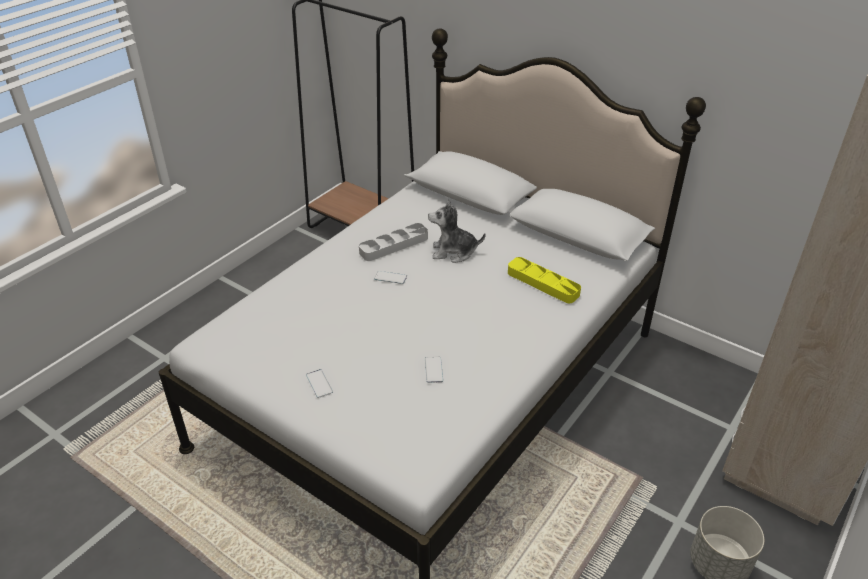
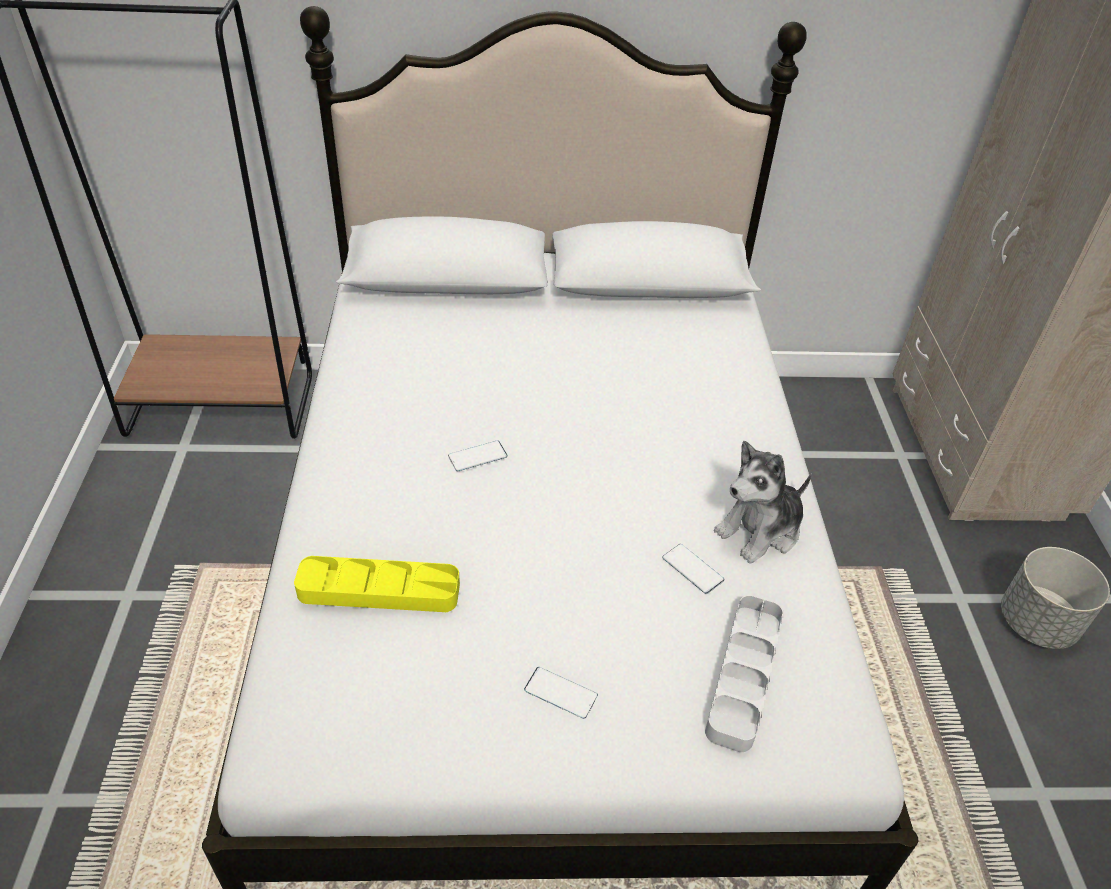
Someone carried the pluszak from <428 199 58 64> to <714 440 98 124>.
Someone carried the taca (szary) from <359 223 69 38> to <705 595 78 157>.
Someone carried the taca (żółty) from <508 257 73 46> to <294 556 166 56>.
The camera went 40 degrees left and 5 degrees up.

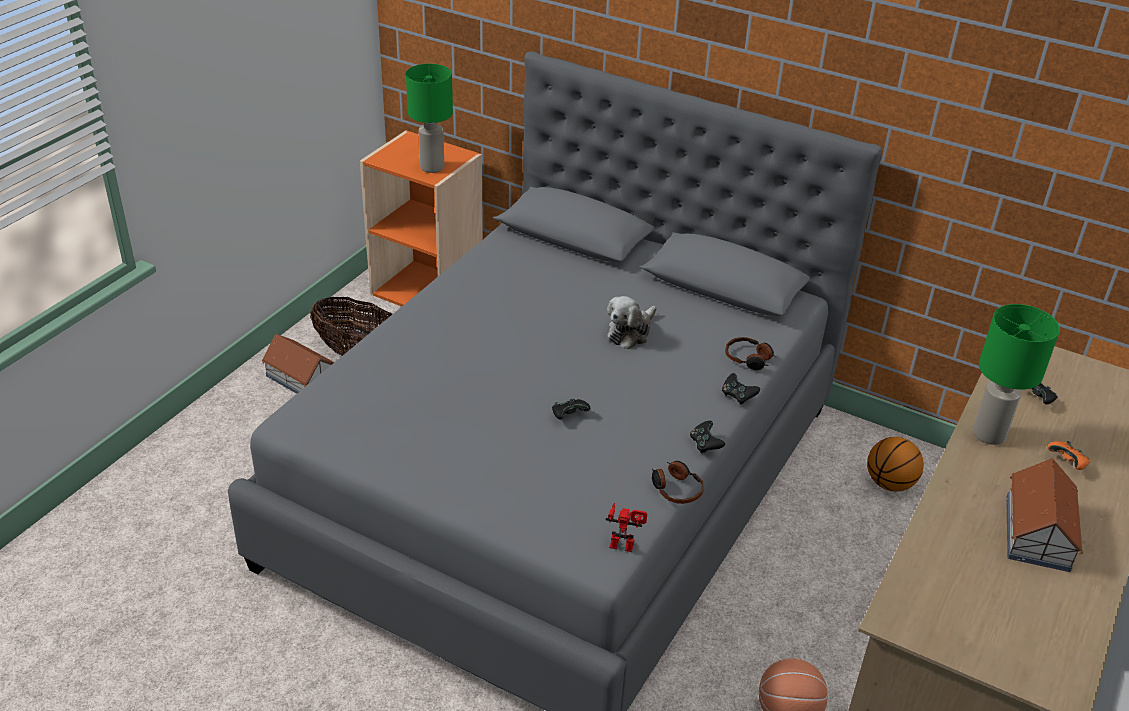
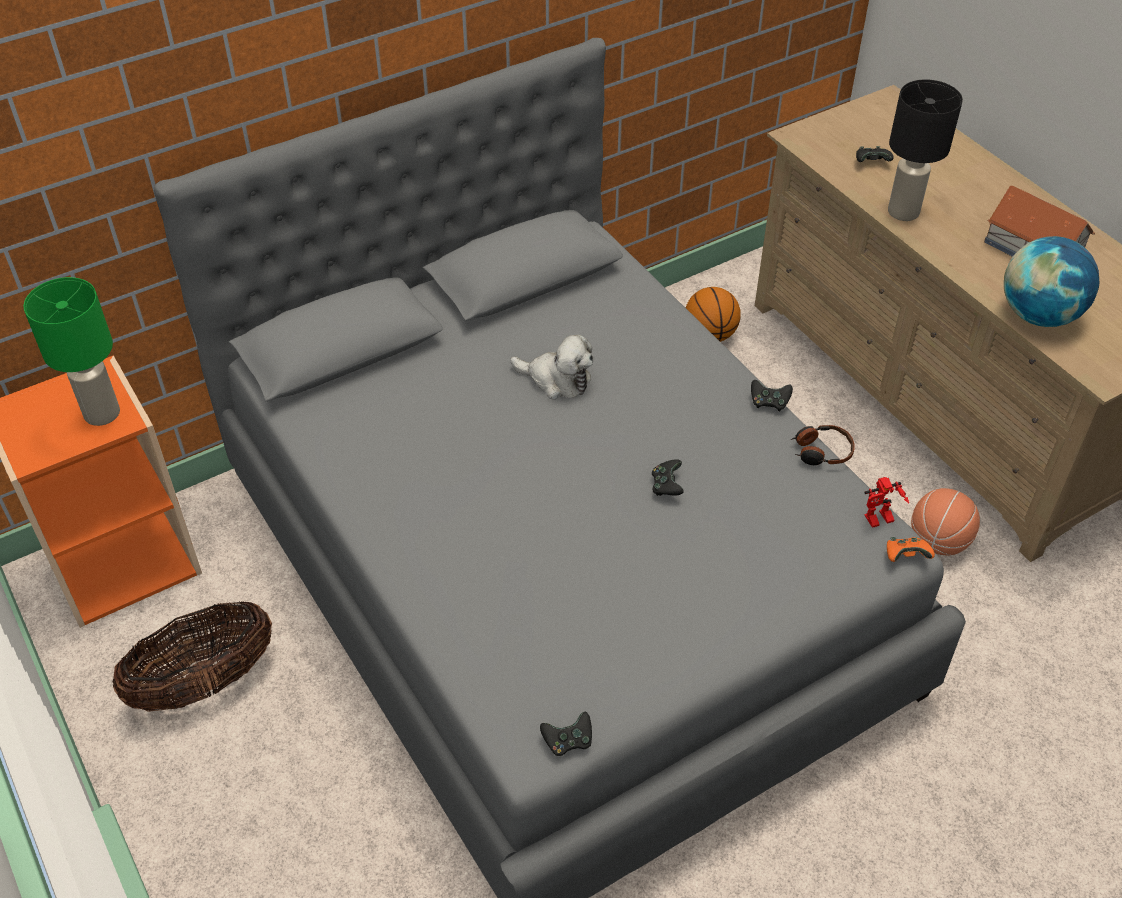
Someone rotated the pluszak at <607 296 50 53> by 45 degrees counterclockwise.
Someone repainted the lampa stołowa (zielony) at <973 304 87 141>, which became the lampa stołowa (czarny) at <888 79 75 142>.
Someone took away the domek at <262 334 72 60>.
Someone took away the słuchawki at <725 337 51 33>.
Someone carried the pad do gier (czarny) from <722 373 38 32> to <540 712 52 44>.
Someone carried the pad do gier (pomarańczowy) from <1047 441 43 29> to <887 537 48 25>.
Someone rotated the robot zabawkowy at <606 503 41 49> by 150 degrees counterclockwise.
Someone put down the globus at <1004 236 96 91>.
The camera went 60 degrees left and 10 degrees up.

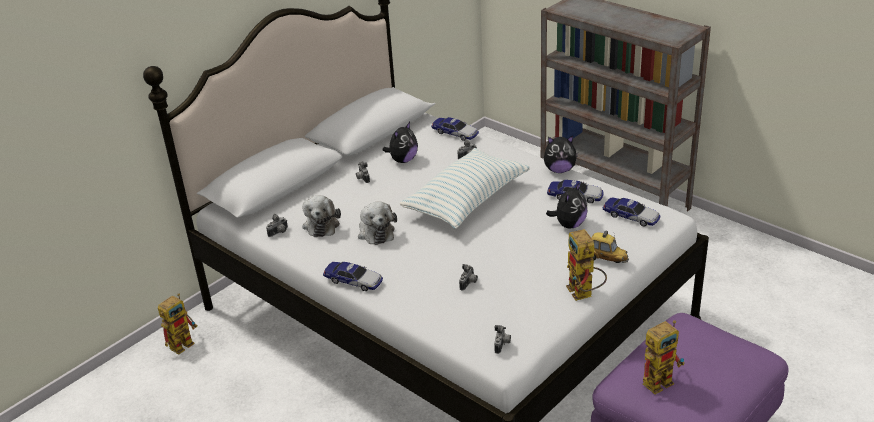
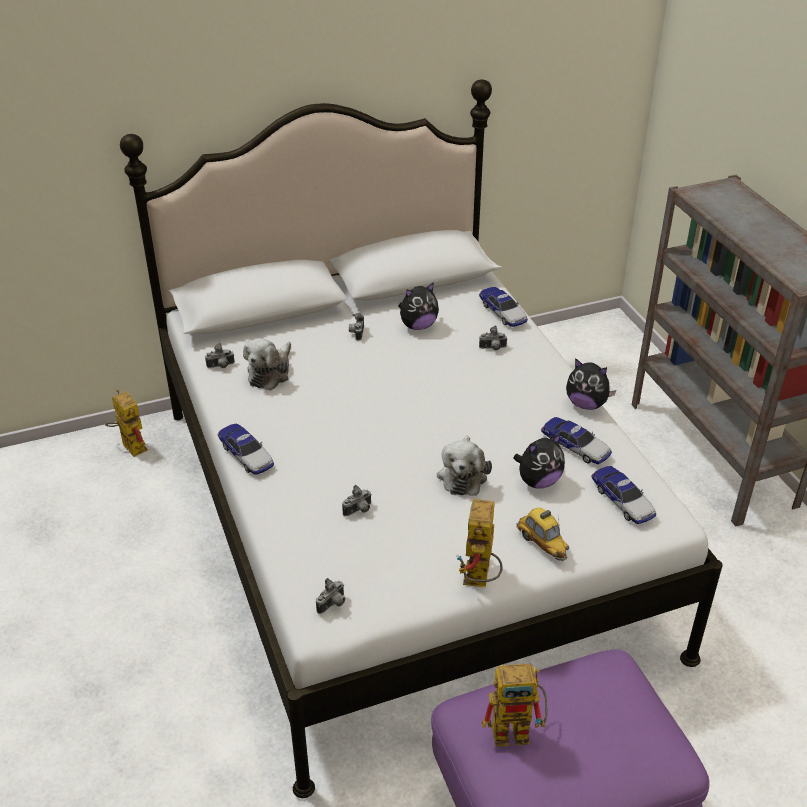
Someone took away the poduszka at <400 148 130 81>.
Someone carried the pluszak from <358 201 39 44> to <437 436 55 60>.
Someone rotated the robot zabawkowy at <158 293 39 62> by 105 degrees counterclockwise.
The camera went 25 degrees right and 5 degrees up.

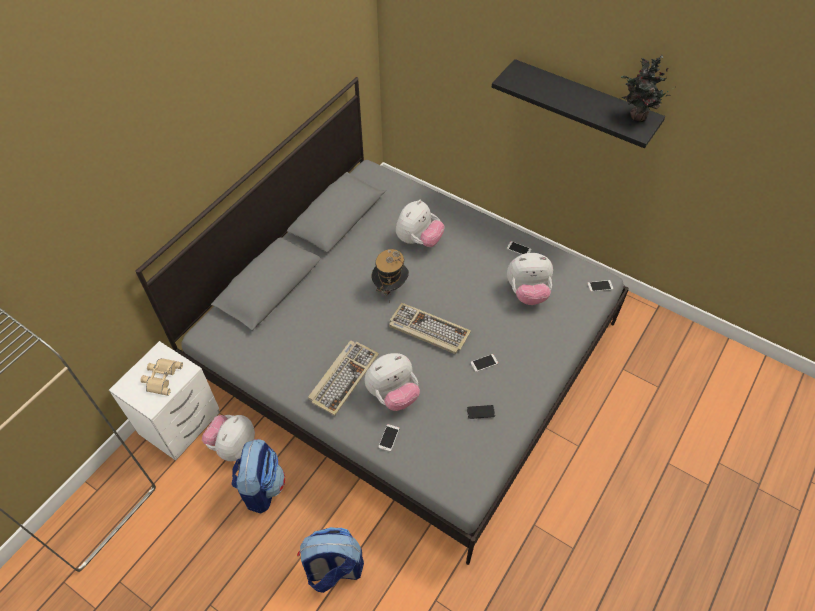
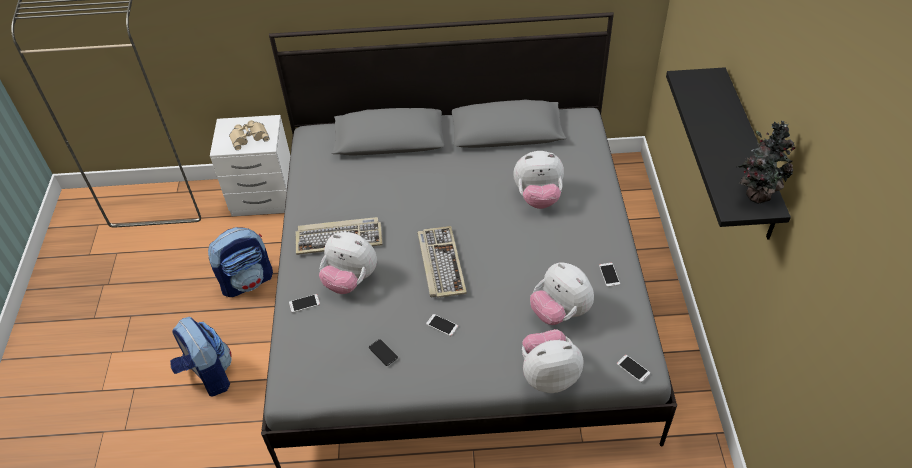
Someone took away the kapelusz at <371 249 38 47>.
Someone carried the pluszak from <202 415 53 46> to <522 329 61 64>.
The camera went 55 degrees right and 5 degrees down.

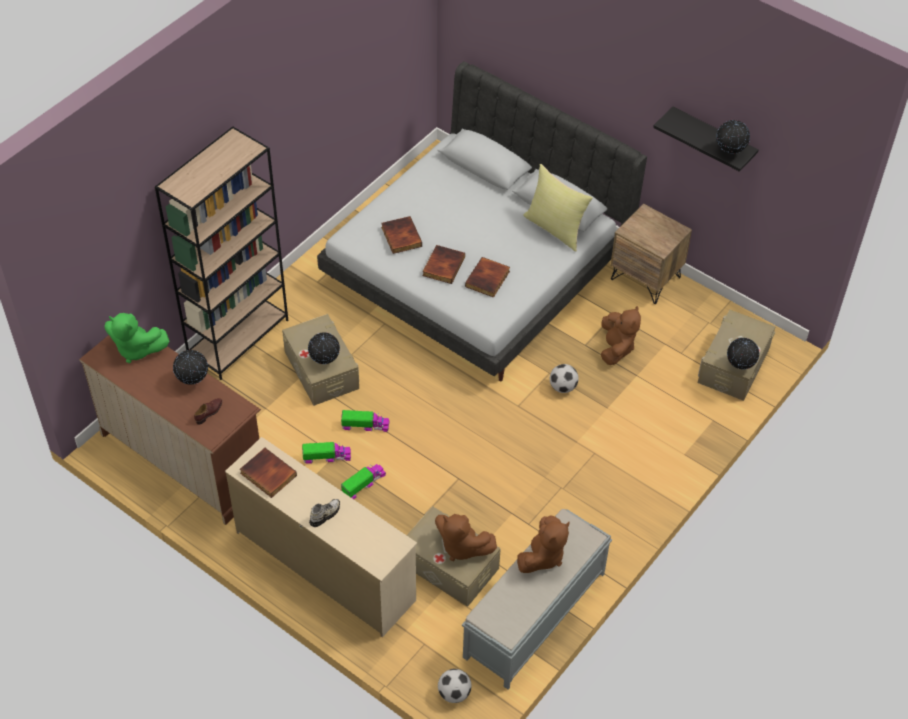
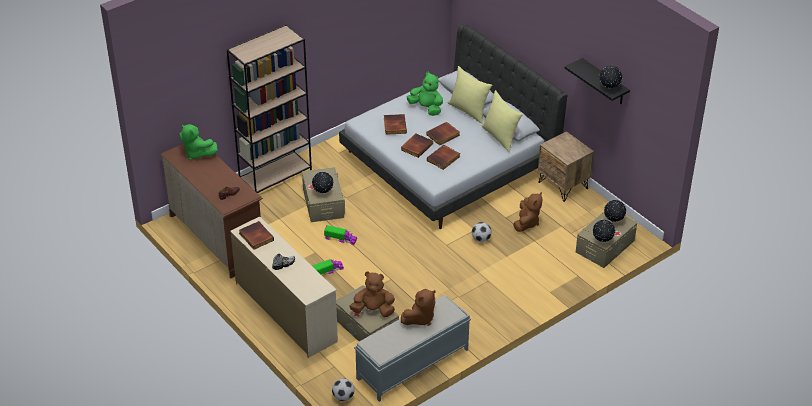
Someone carried the globus from <173 350 35 35> to <604 200 22 22>.
Someone took away the ciężarówka zabawkowa at <302 442 49 22>.
Someone rotated the pluszak (brązowy) at <435 514 62 47> by 135 degrees clockwise.
Someone put down the poduszka (żółty) at <447 66 45 58>.
Someone put down the pluszak (zielony) at <407 71 36 45>.
Someone put down the książka at <426 122 34 23>.
The camera went 15 degrees right and 10 degrees down.

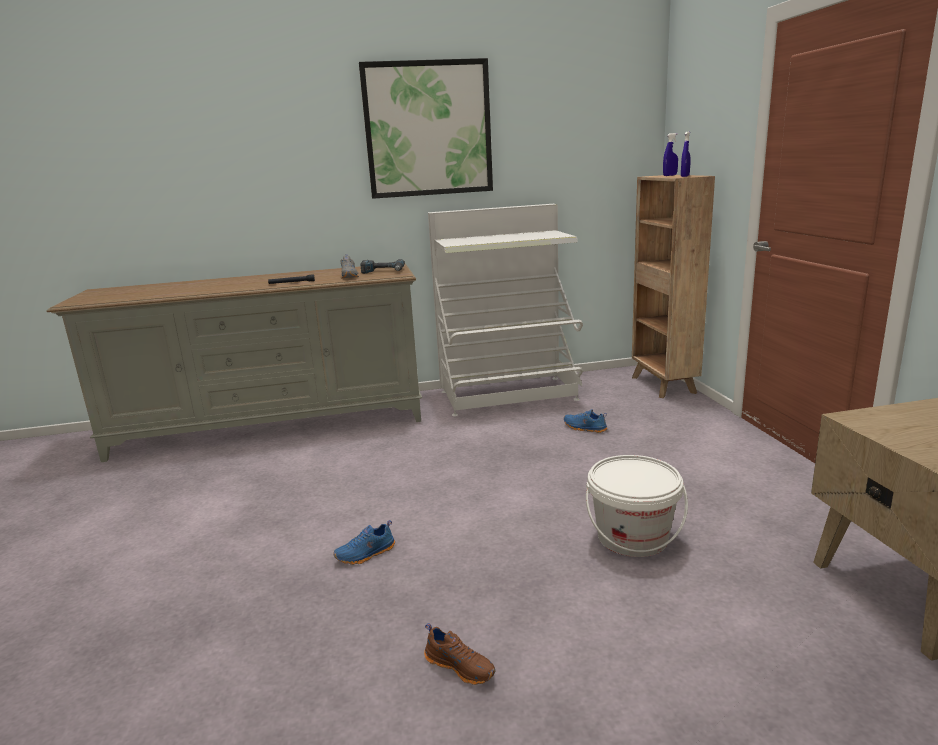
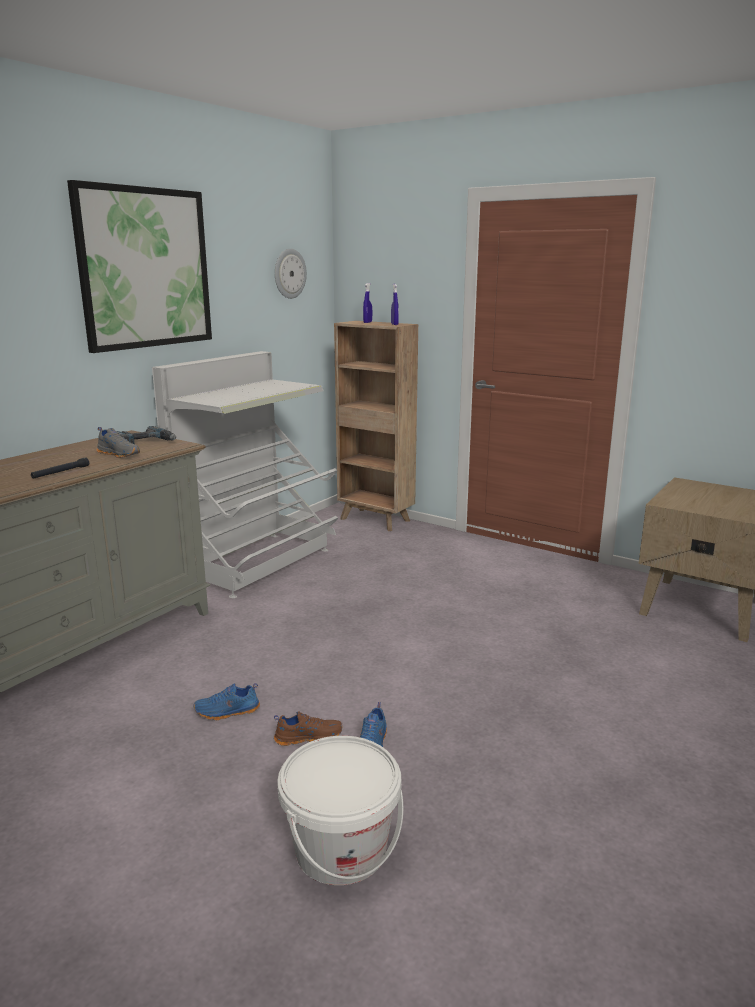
Someone carried the but (niebieski) from <564 409 44 24> to <194 683 66 37>.
Someone carried the wiadro (biały) from <586 455 102 102> to <277 736 126 149>.
Someone carried the but (brązowy) from <424 623 71 62> to <274 711 69 35>.
Someone put up the zegar ścienny at <275 249 32 50>.
The camera went 45 degrees left and 0 degrees up.

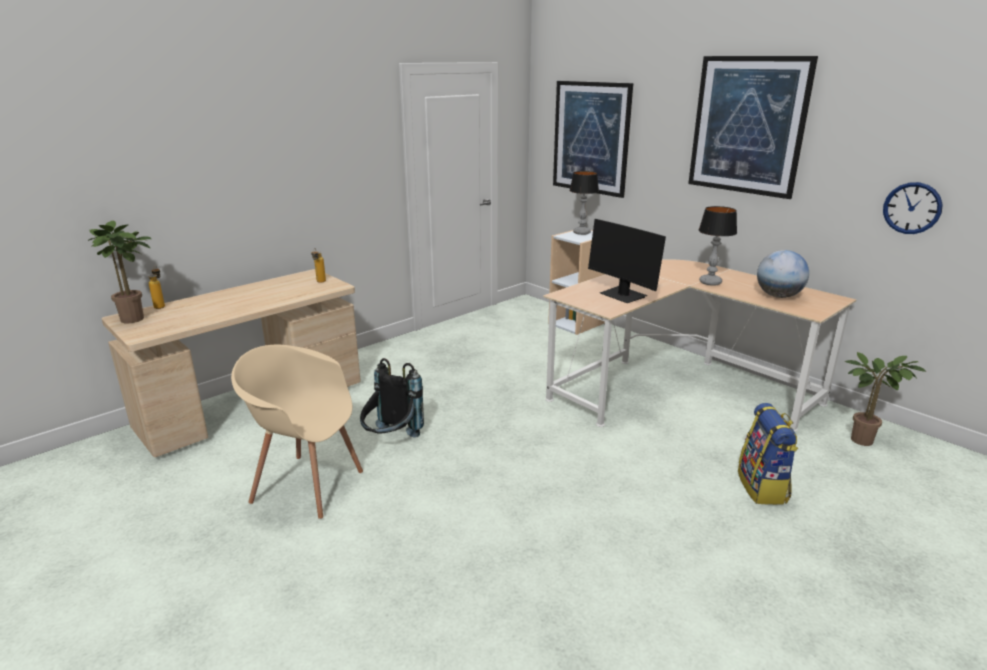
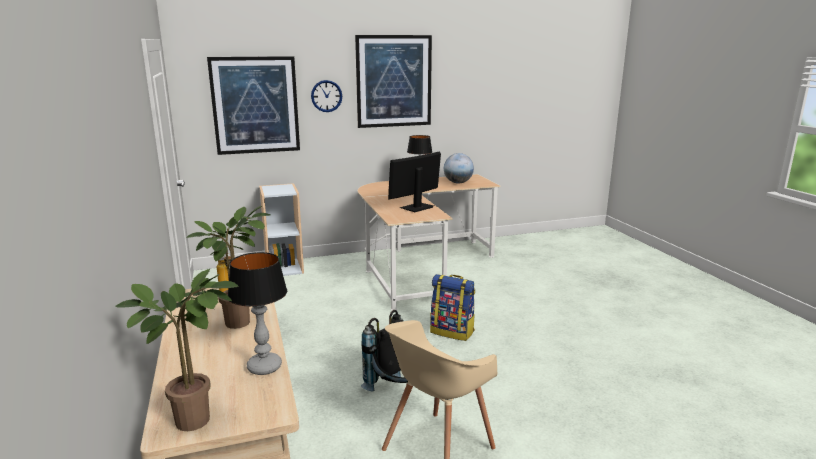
Someone carried the lampa stołowa from <570 171 29 64> to <228 252 59 123>.
Someone carried the zegar ścienny from <883 182 60 52> to <311 80 31 32>.
Someone rotated the monitor at <588 219 78 84> by 150 degrees clockwise.
Someone took away the butelka at <148 265 17 44>.
Someone carried the roślina doniczkowa from <844 352 82 94> to <186 206 84 123>.
Someone carried the plecak from <738 403 60 102> to <430 274 45 67>.
The camera went 65 degrees left and 5 degrees down.

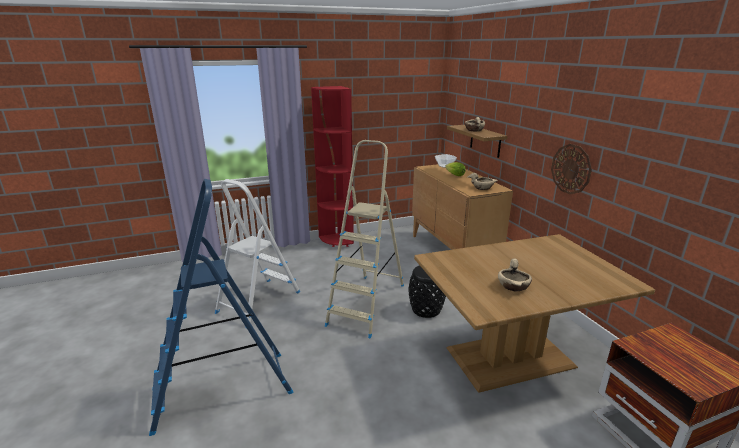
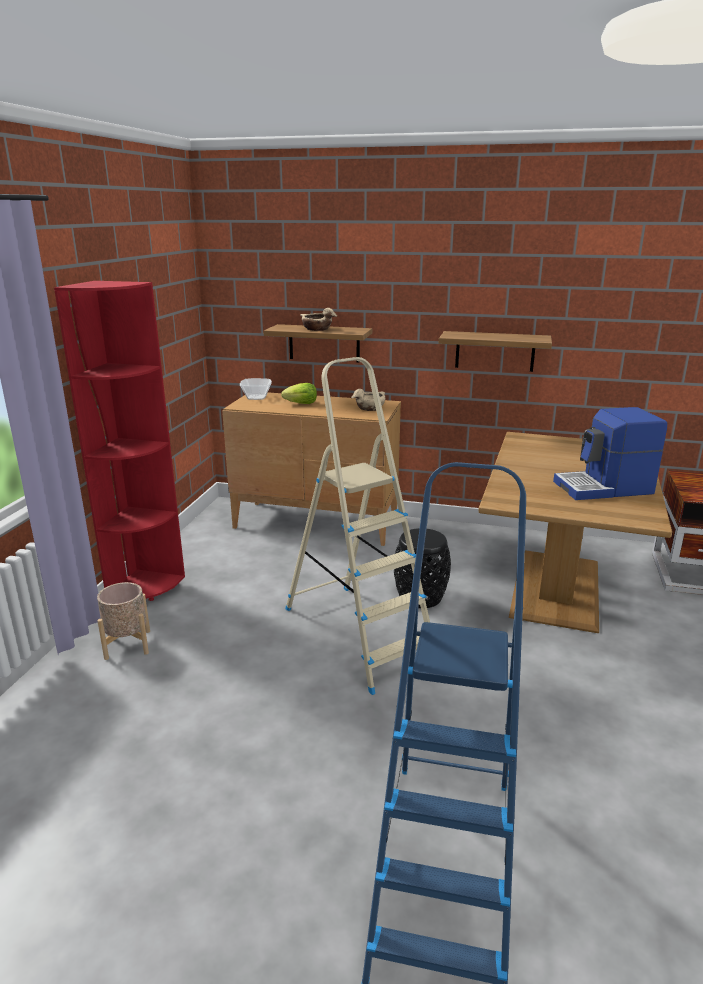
Someone swapped the zegar ścienny at <551 144 41 51> for the półka at <439 331 113 41>.
Someone took away the drabinka (biały) at <215 179 85 150>.
Someone swapped the miska (beżowy) at <498 258 34 34> for the ekspres do kawy at <553 407 114 93>.
Someone put down the donica (beżowy) at <97 582 53 78>.
The camera went 55 degrees left and 0 degrees up.

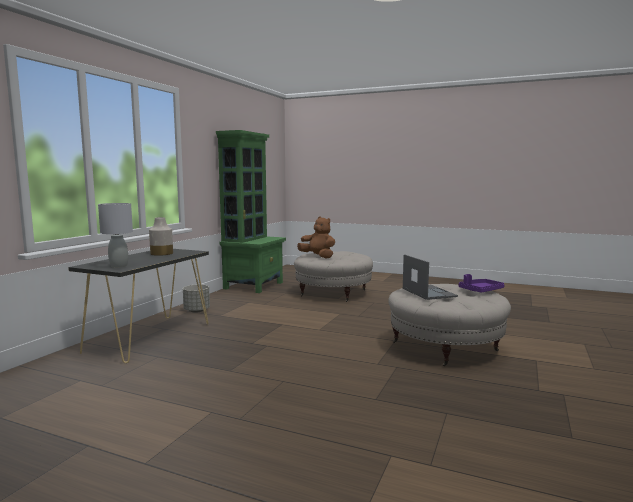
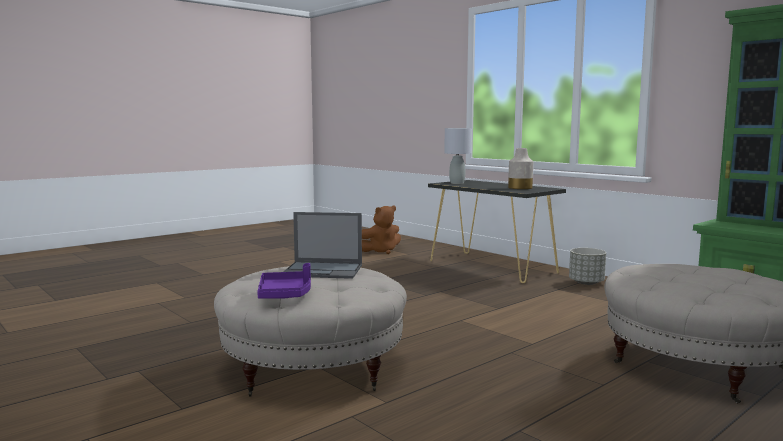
Someone carried the pluszak (brązowy) from <297 217 38 42> to <362 206 39 48>.
The camera went 115 degrees right and 0 degrees up.

